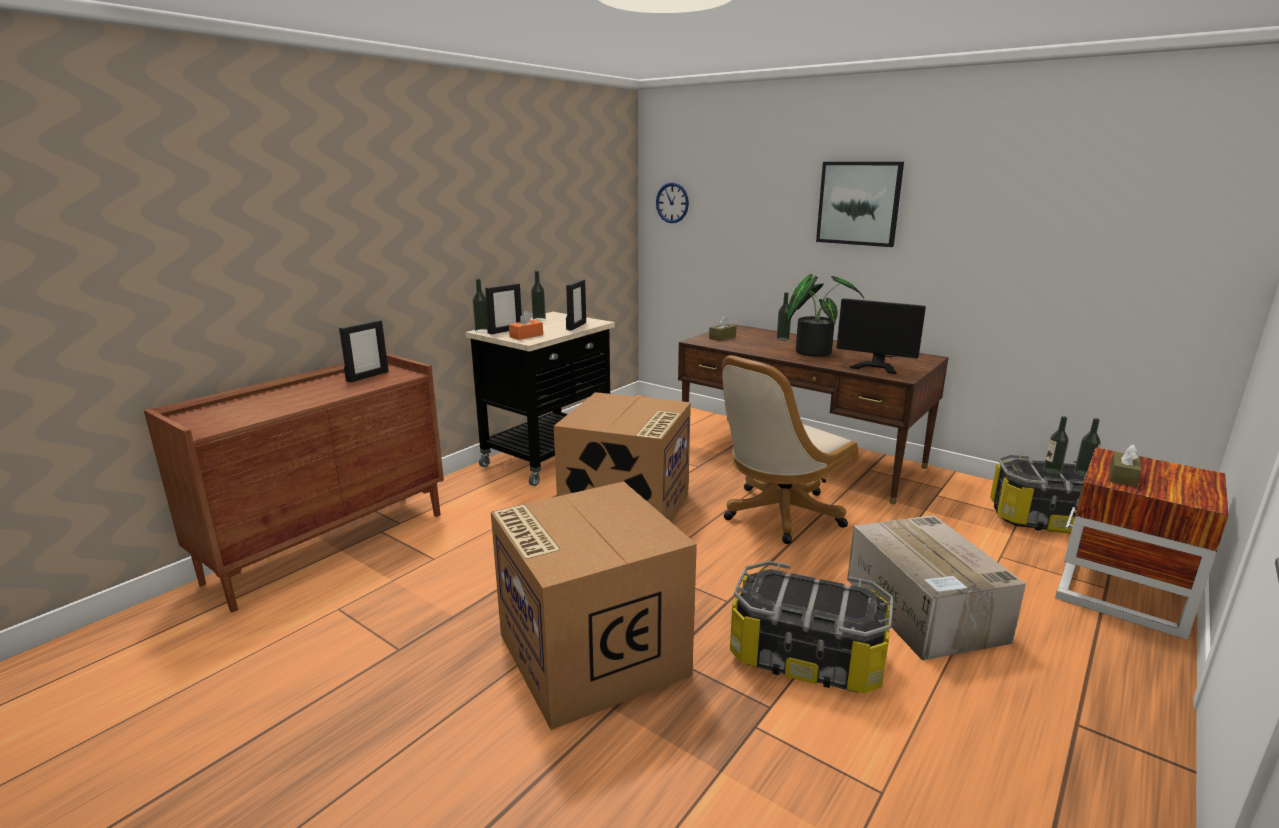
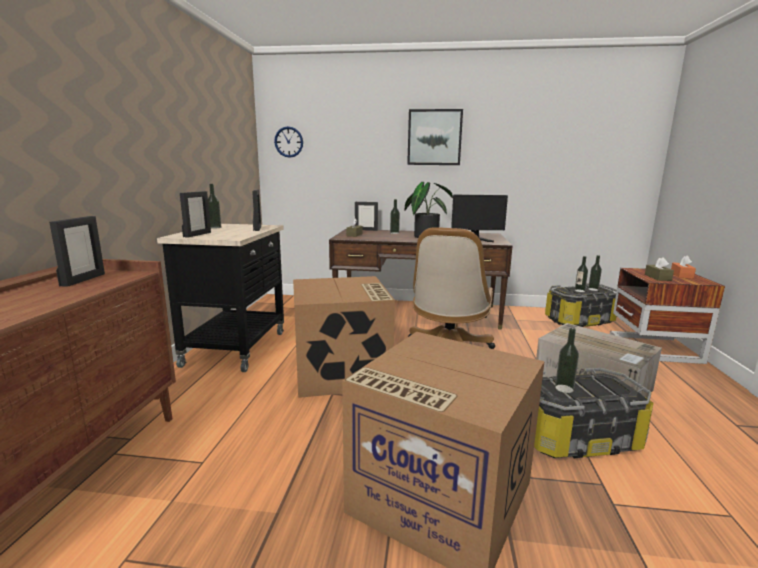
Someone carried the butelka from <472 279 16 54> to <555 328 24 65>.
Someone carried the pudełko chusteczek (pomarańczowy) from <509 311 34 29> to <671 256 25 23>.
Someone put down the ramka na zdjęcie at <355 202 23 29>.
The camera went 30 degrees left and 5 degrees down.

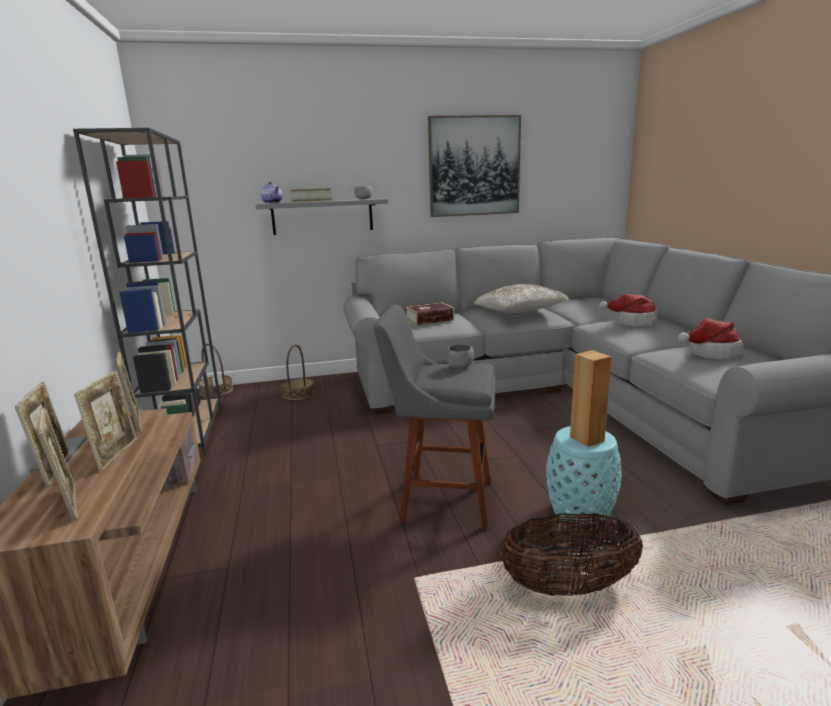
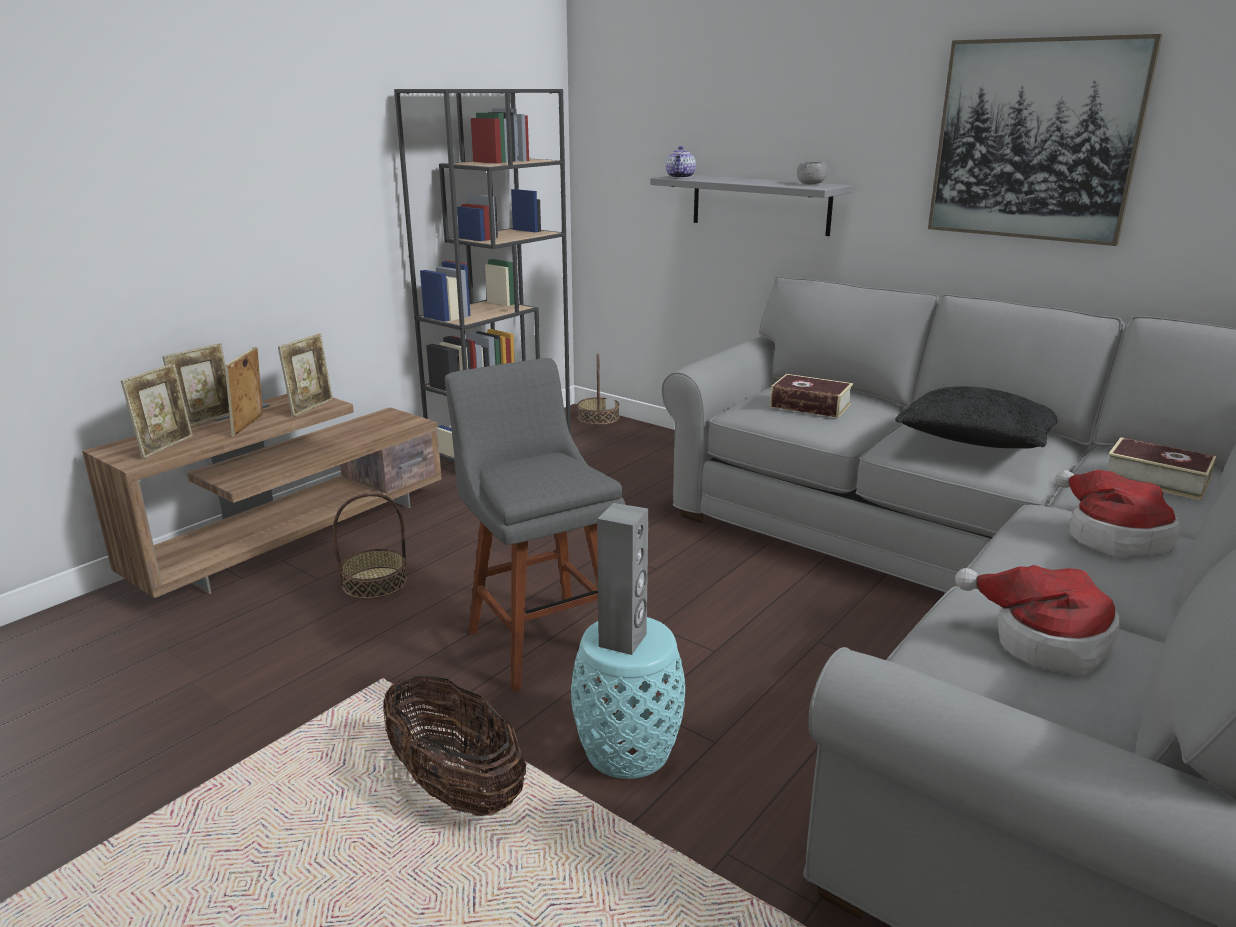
Someone carried the książka from <290 187 43 16> to <1107 437 109 63>.
Someone repainted the poduszka (beżowy) at <474 284 95 29>, which became the poduszka (czarny) at <895 386 162 62>.
Someone took away the miska (szary) at <446 344 28 24>.
Someone carried the koszyk from <281 345 34 55> to <333 493 74 106>.
Someone repainted the głośnik (brązowy) at <570 350 41 97>, which became the głośnik (szary) at <597 503 51 152>.
Someone rotated the ramka na zdjęcie at <74 371 63 100> by 135 degrees clockwise.
The camera went 50 degrees right and 5 degrees up.

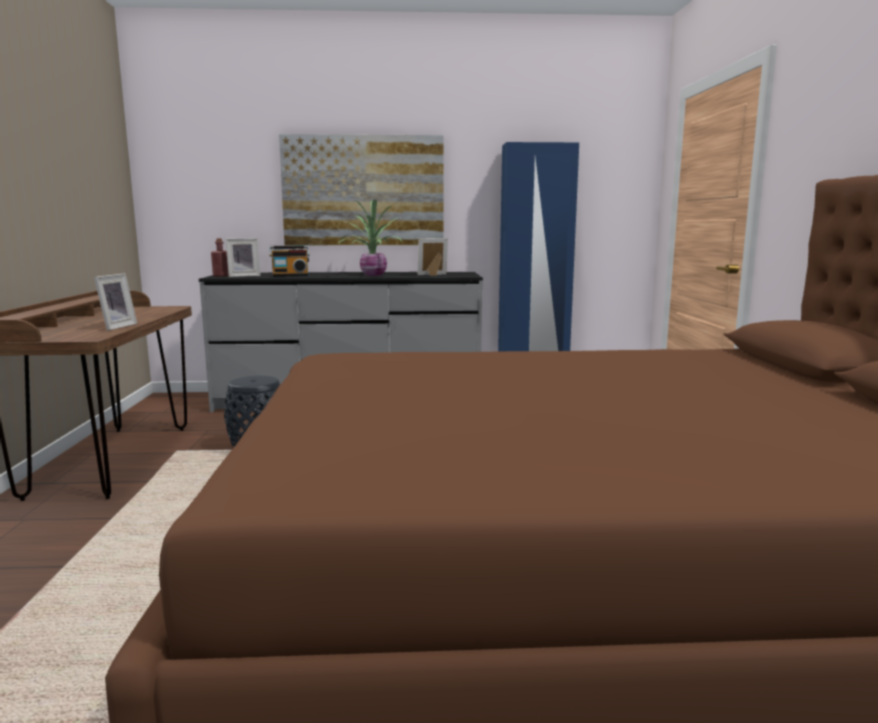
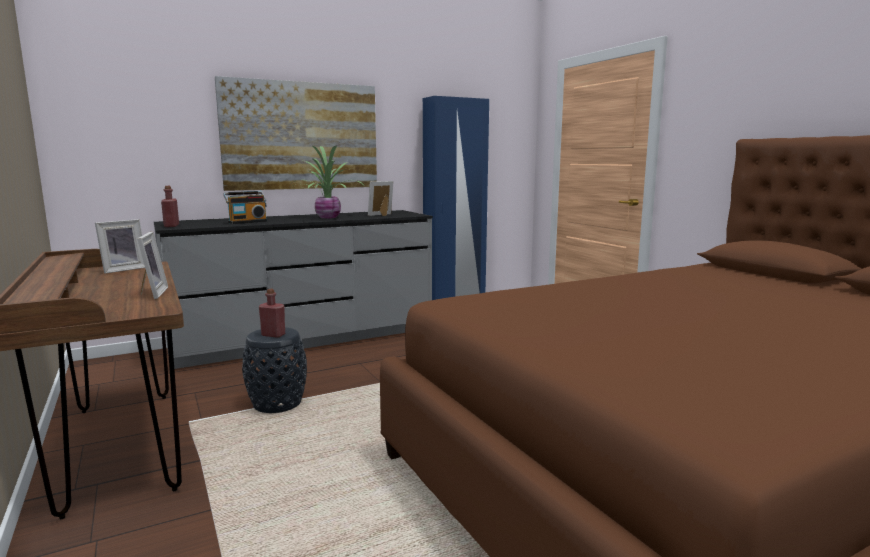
Someone carried the ramka na zdjęcie from <225 238 36 39> to <95 219 50 55>.
Someone put down the butelka (czerwony) at <259 289 26 49>.
The camera went 25 degrees left and 0 degrees up.

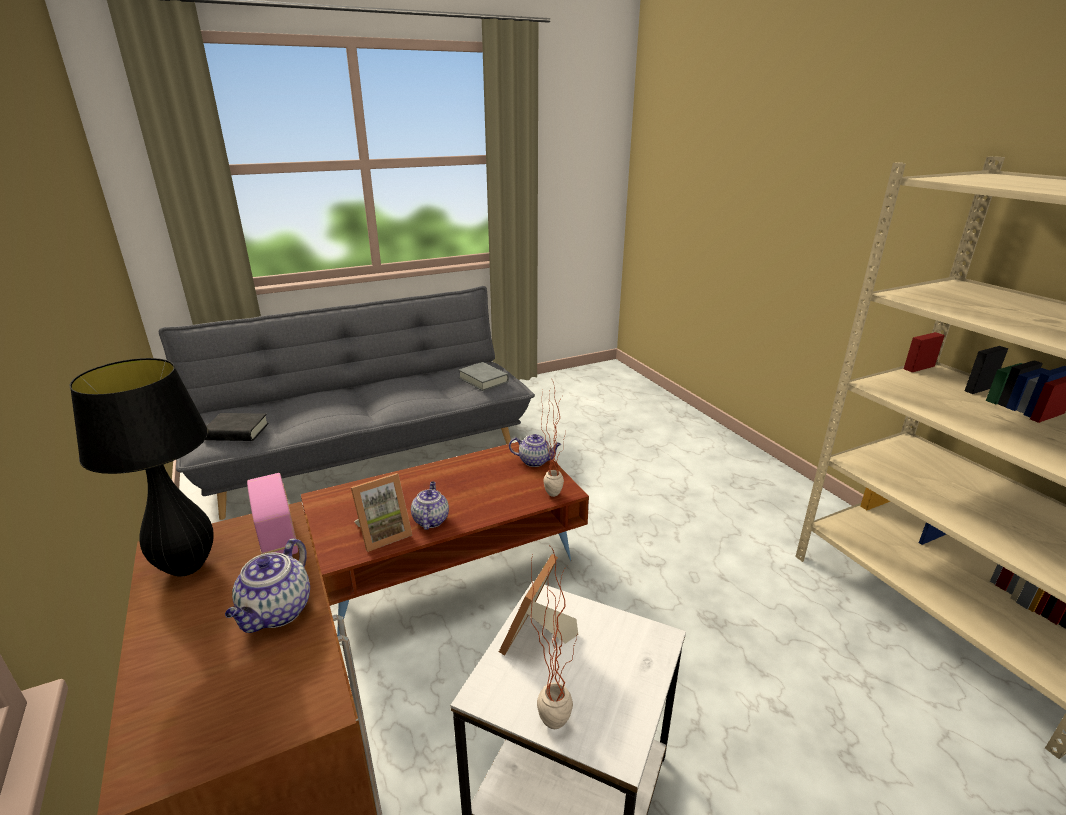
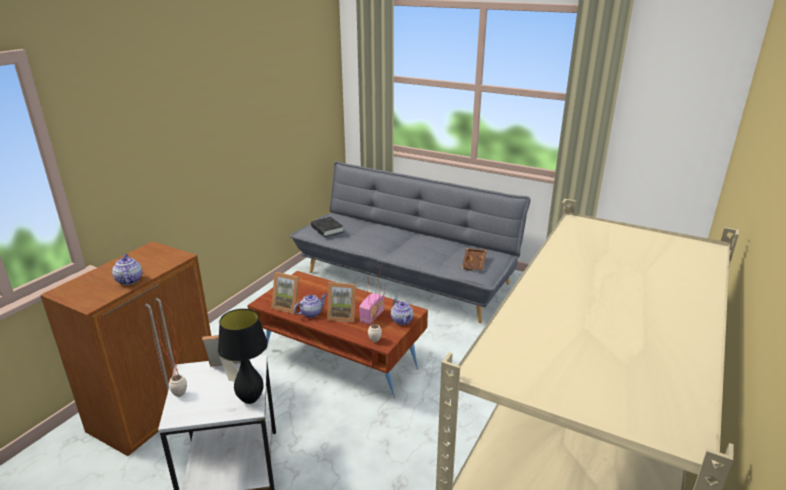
Someone carried the lampa stołowa (czarny) from <70 358 144 219> to <218 309 50 95>.
Someone swapped the książka (szary) at <459 362 50 29> for the taca (brązowy) at <462 248 25 23>.
Someone carried the radio from <247 473 51 82> to <360 293 24 32>.
Someone rotated the imbryk at <225 539 85 94> by 90 degrees clockwise.
Someone put down the ramka na zdjęcie at <327 282 29 40>.
The camera went 55 degrees right and 0 degrees up.

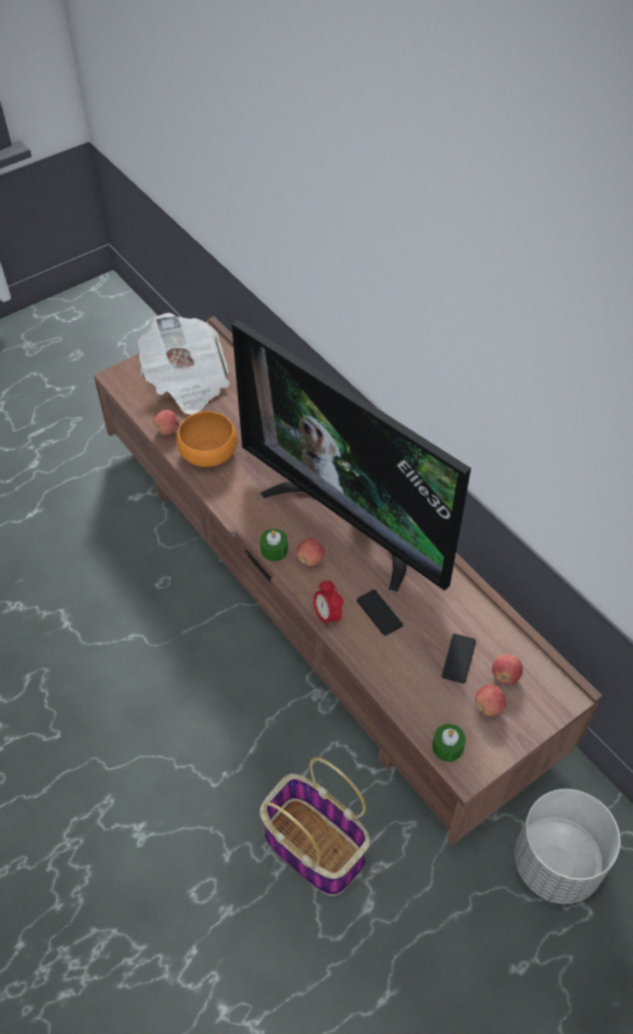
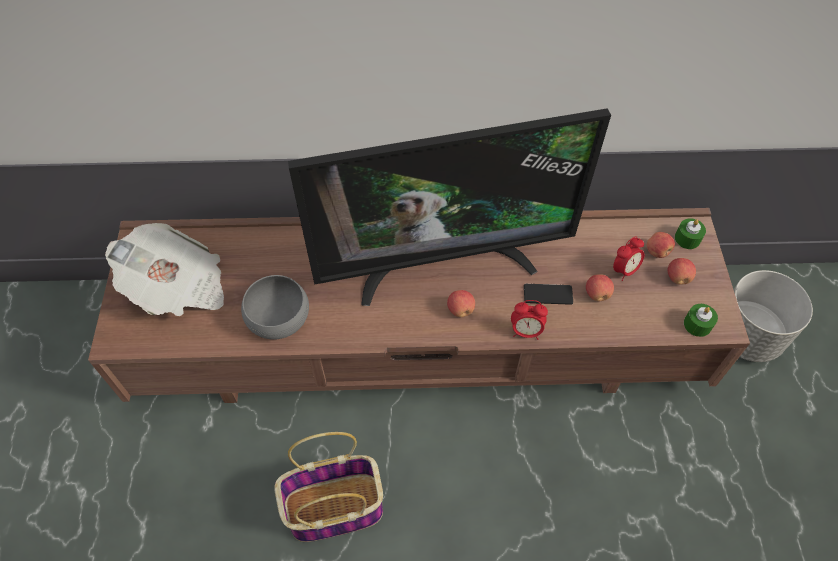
Someone carried the jabłko from <153 410 26 25> to <586 274 28 27>.
Someone repainted the miska (pomarańczowy) at <176 411 62 56>, which became the miska (szary) at <241 275 68 65>.
Someone carried the świeca (zielony) from <260 529 28 32> to <675 218 31 31>.
Someone swapped the telefon at <442 634 34 50> for the budzik at <613 236 31 45>.
Someone carried the koszyk from <260 757 110 139> to <274 432 109 110>.
The camera went 55 degrees left and 5 degrees up.

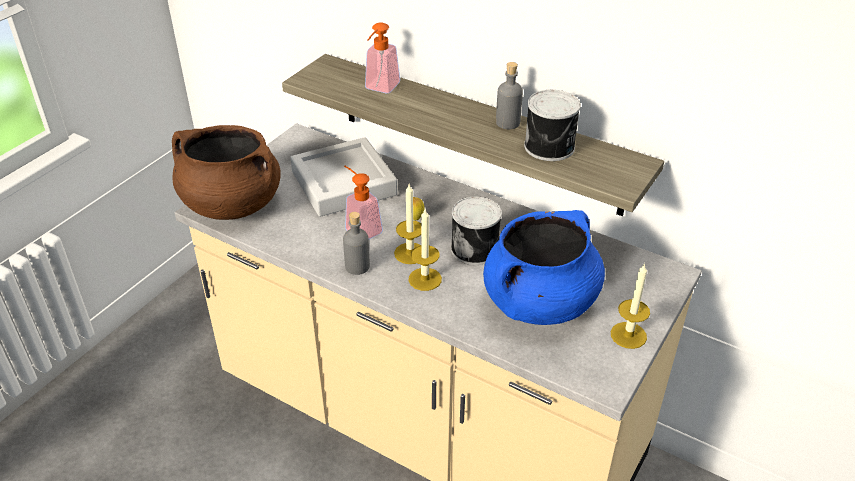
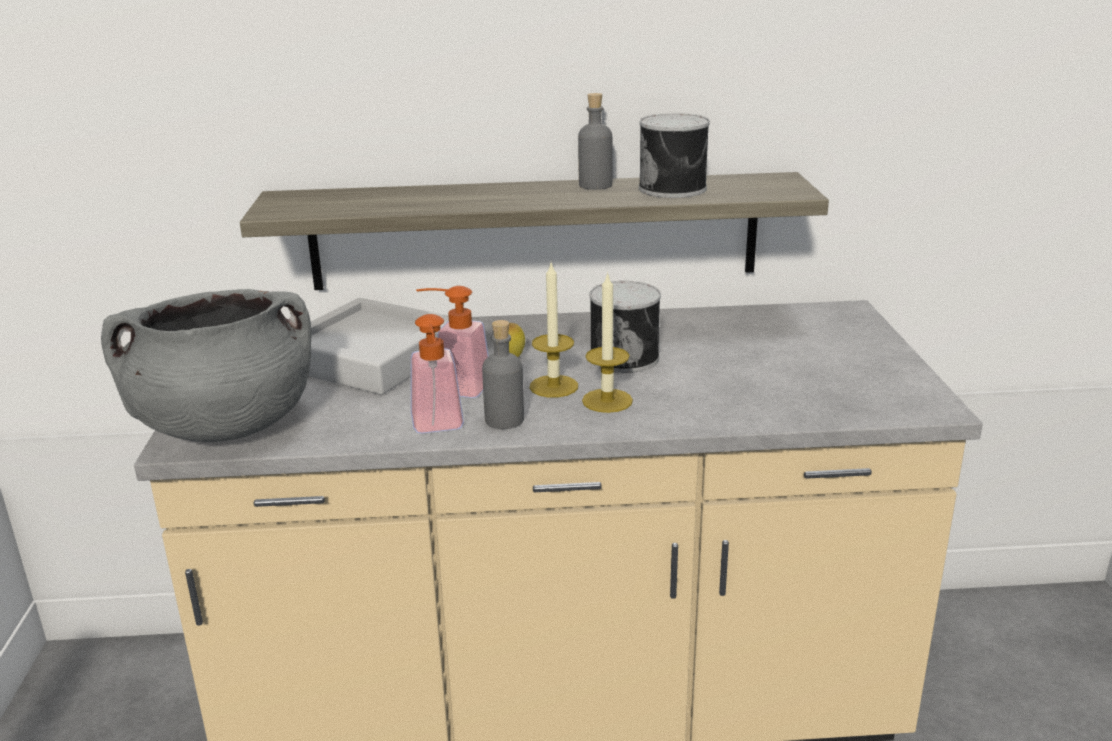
Someone carried the dozownik mydła from <365 23 35 70> to <411 314 53 119>.
Someone repainted the garnek (brązowy) at <172 125 109 95>, which became the garnek (szary) at <101 289 210 153>.
Someone took away the garnek (niebieski) at <483 210 122 115>.
Someone took away the świeca at <611 263 39 86>.
The camera went 35 degrees left and 15 degrees down.

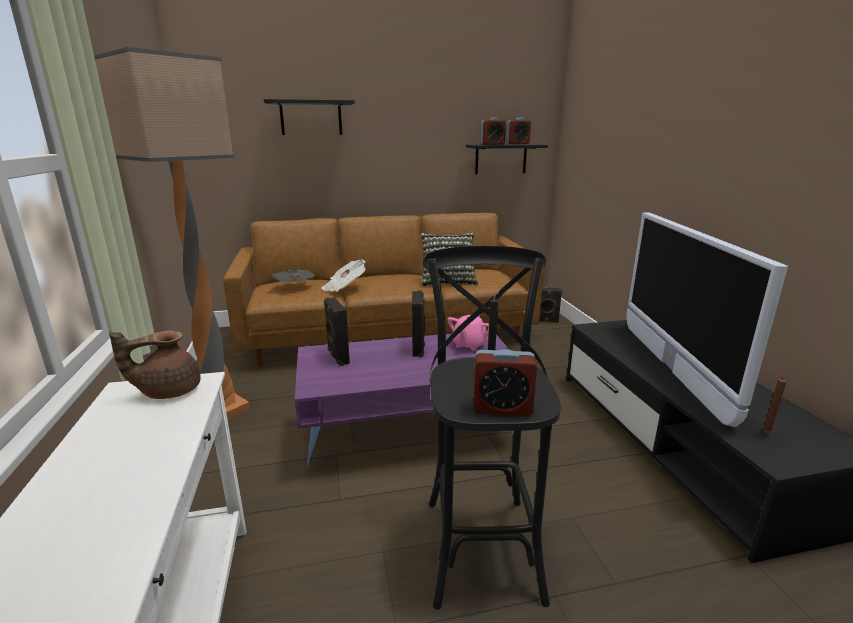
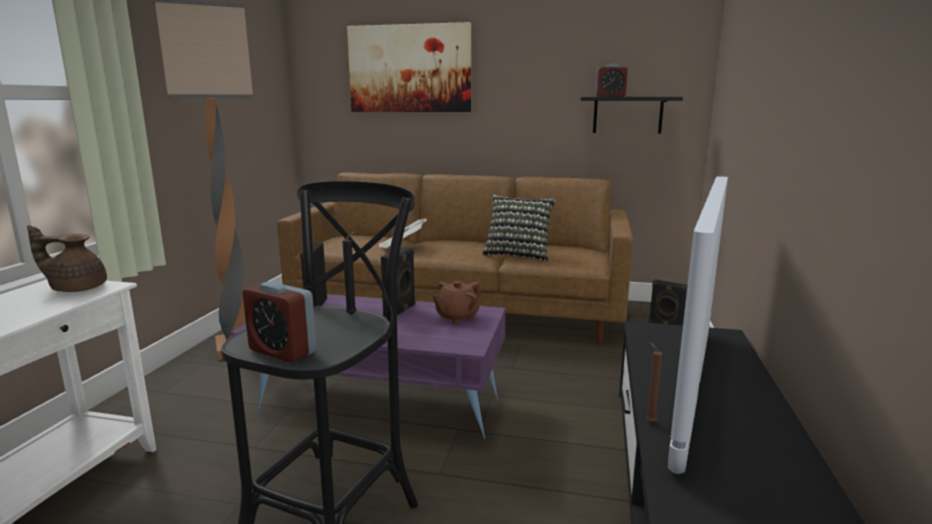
Someone swapped the półka (czarny) at <264 99 90 36> for the obraz at <347 22 124 90>.
Someone took away the budzik at <506 118 25 26>.
Someone took away the gazeta at <271 269 45 13>.
Someone repainted the imbryk (różowy) at <447 315 42 36>, which became the imbryk (brązowy) at <432 281 49 43>.
Someone carried the świeca (brązowy) from <762 373 24 61> to <646 342 17 80>.
The camera went 25 degrees right and 5 degrees down.

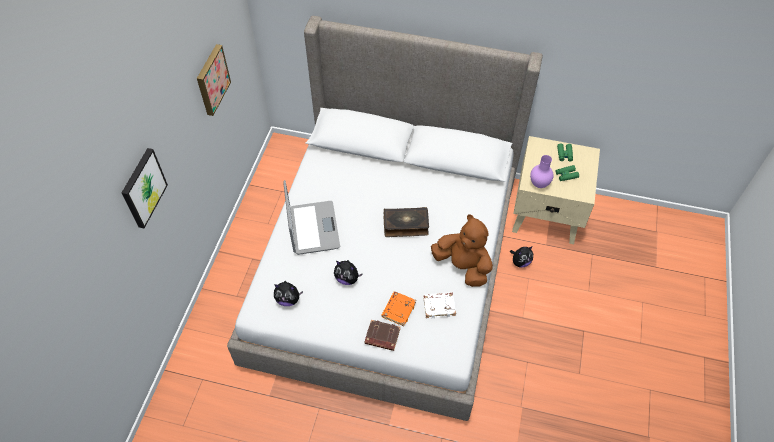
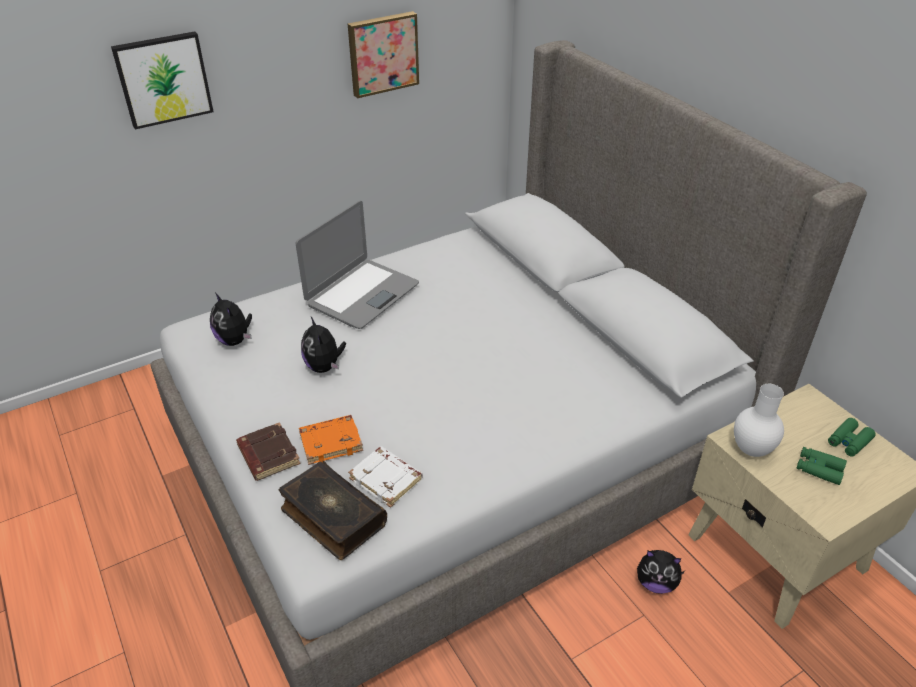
Someone repainted the wazon (fioletowy) at <530 155 24 33>, which became the wazon (biały) at <734 384 50 73>.
Someone carried the książka from <383 207 46 30> to <279 461 108 99>.
Someone took away the pluszak (brązowy) at <431 214 62 73>.
The camera went 45 degrees right and 15 degrees down.

